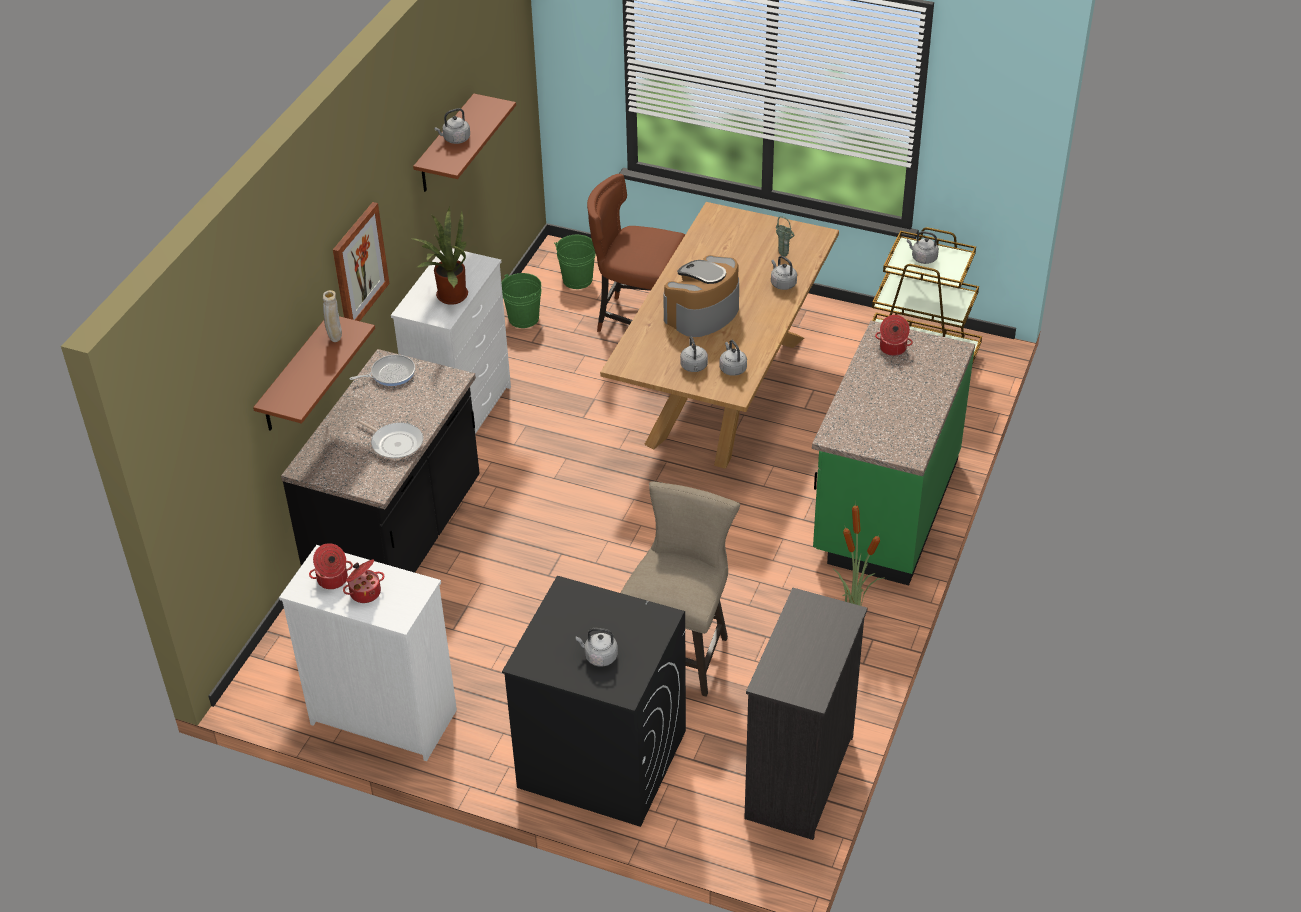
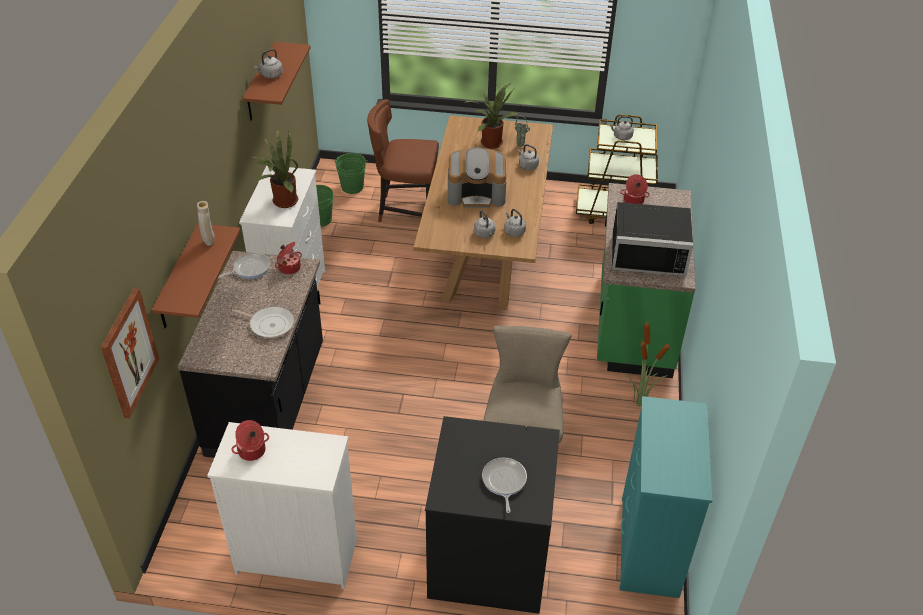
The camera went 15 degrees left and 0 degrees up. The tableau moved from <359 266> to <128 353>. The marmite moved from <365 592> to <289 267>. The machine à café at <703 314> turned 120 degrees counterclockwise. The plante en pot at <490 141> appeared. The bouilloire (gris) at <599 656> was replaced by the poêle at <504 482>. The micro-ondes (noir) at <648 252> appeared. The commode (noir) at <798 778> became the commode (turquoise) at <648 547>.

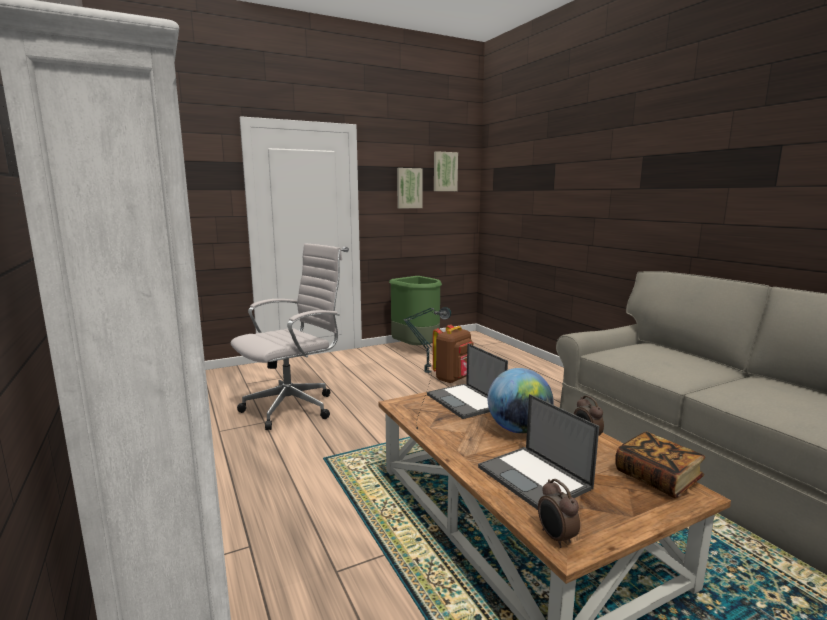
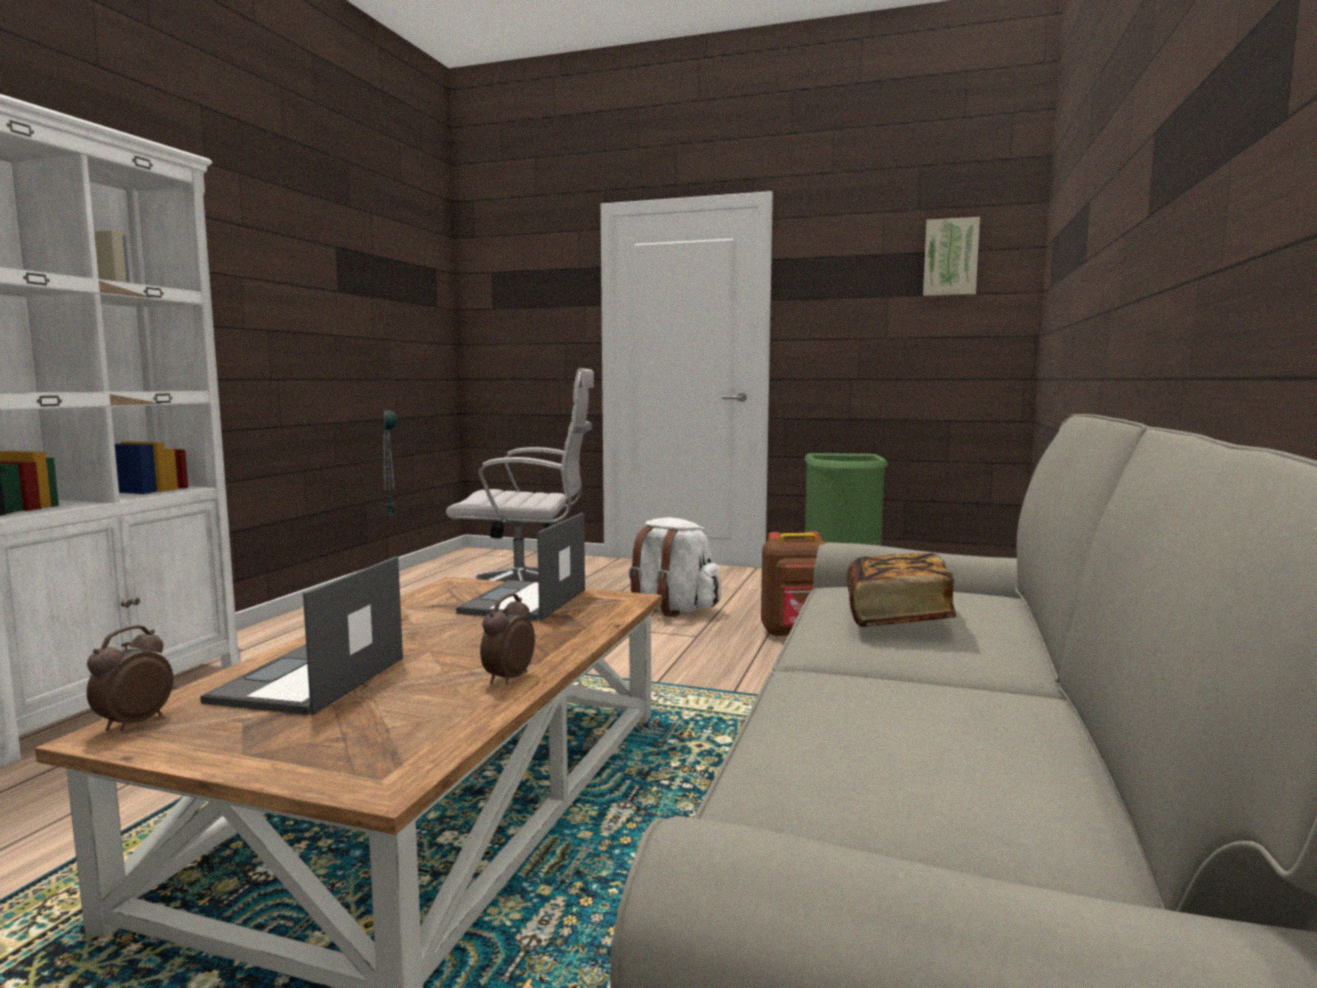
The camera went 45 degrees right and 5 degrees down. The sac à dos (blanc) at <672 610> appeared. The livre moved from <657 478> to <897 617>. The tableau at <409 188> disappeared. The globe at <518 429> disappeared.

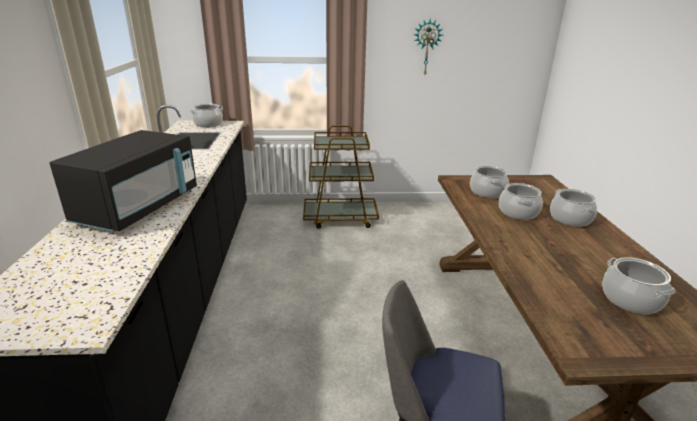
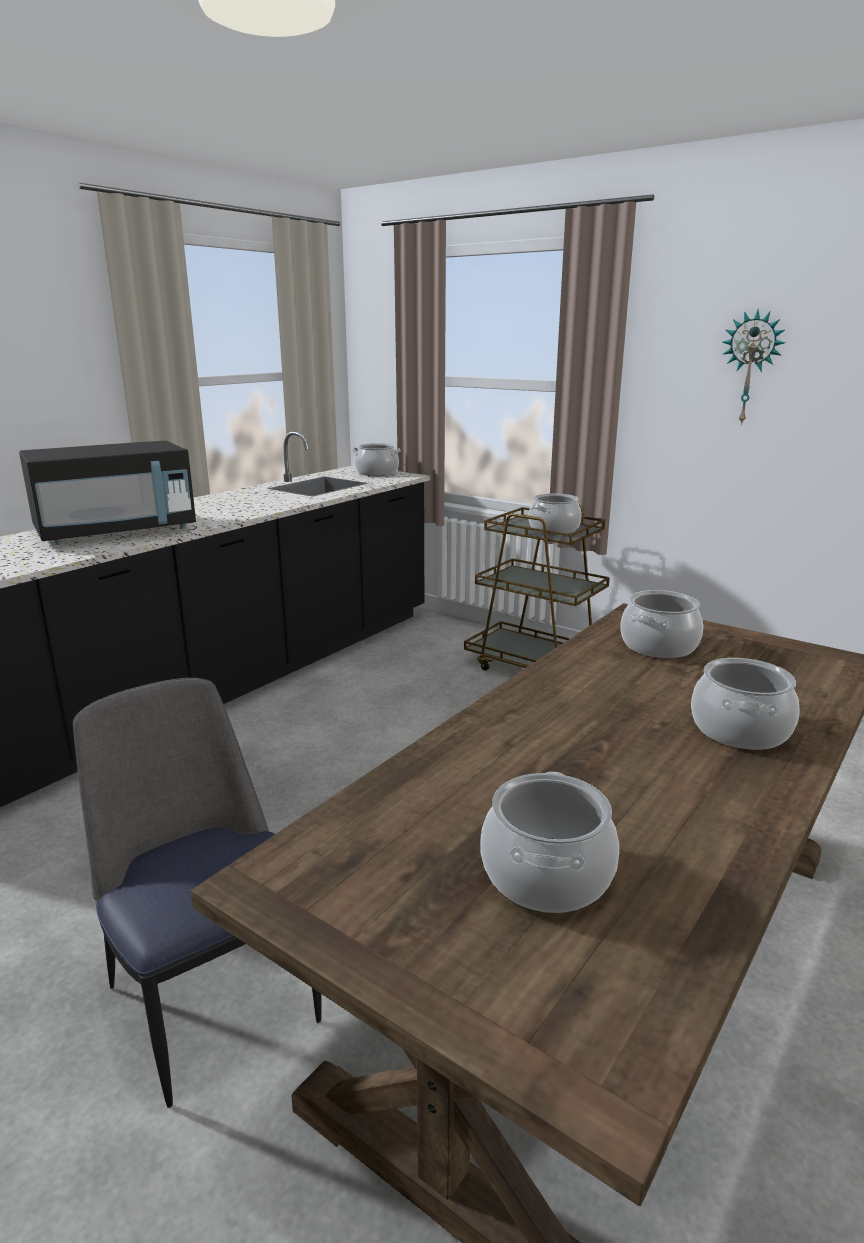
The camera went 40 degrees right and 5 degrees down. The marmite moved from <518 212> to <554 529>.

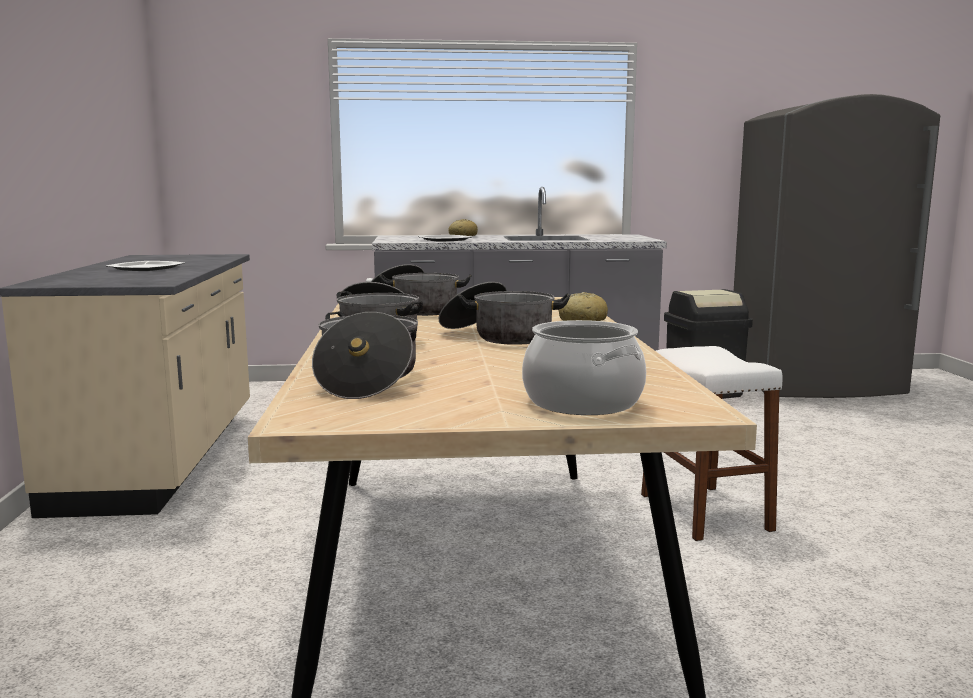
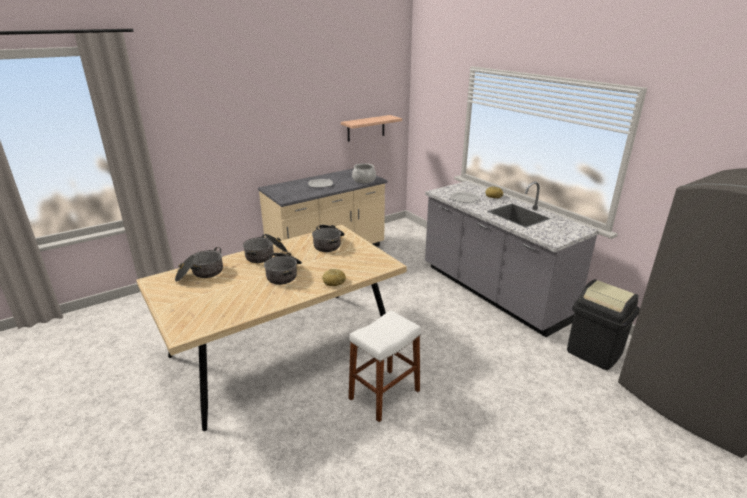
The camera went 60 degrees right and 15 degrees up. The étagère at <366 128> appeared. The marmite moved from <583 402> to <364 180>.

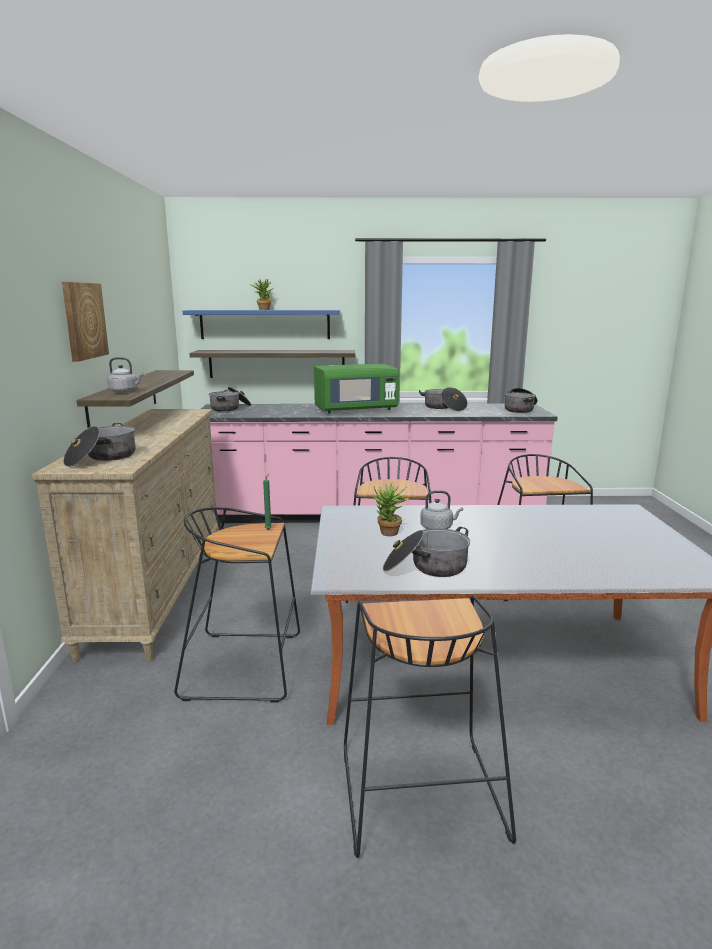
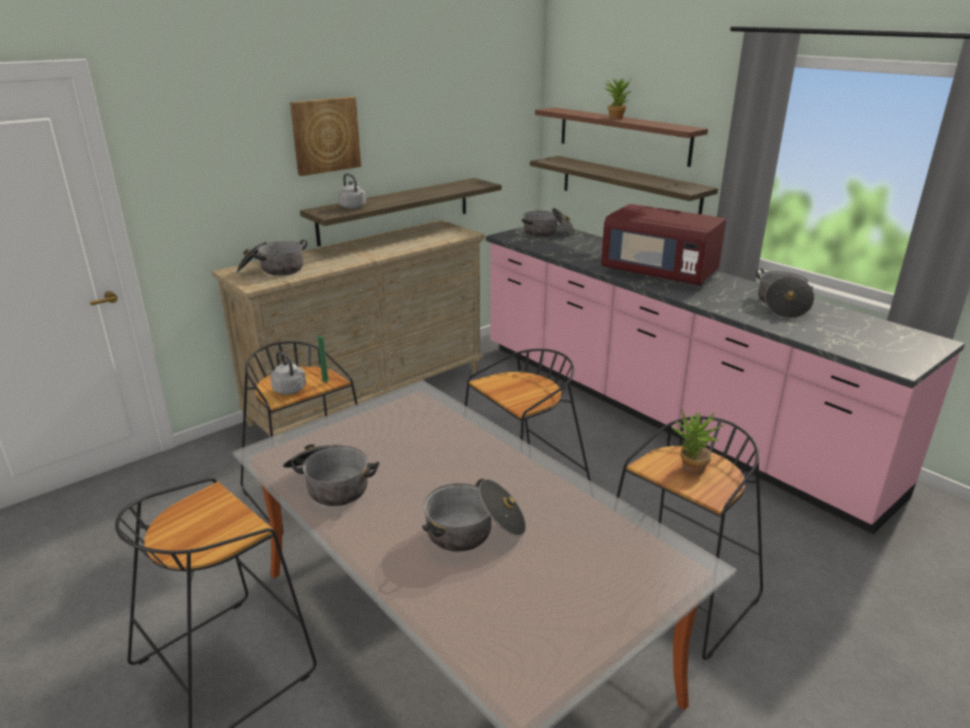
The camera went 50 degrees right and 10 degrees up. The bouilloire (gris) moved from <438 528> to <290 390>. The marmite moved from <520 409> to <474 531>. The étagère (bleu) at <265 324> became the étagère (marron) at <623 135>. The micro-ondes (vert) at <355 410> became the micro-ondes (rouge) at <659 274>. The plante en pot moved from <389 534> to <690 470>.

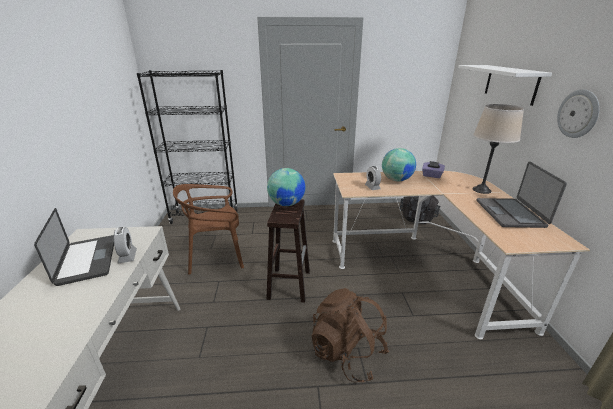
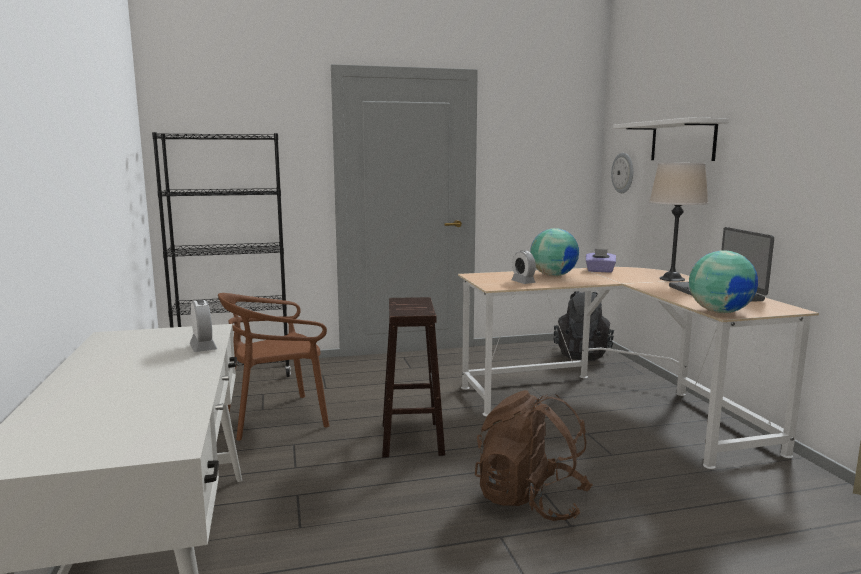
The camera went 10 degrees left and 15 degrees down. The horloge murale moved from <578 114> to <623 173>. The globe moved from <287 204> to <719 312>. The ordinateur portable at <87 260> disappeared.

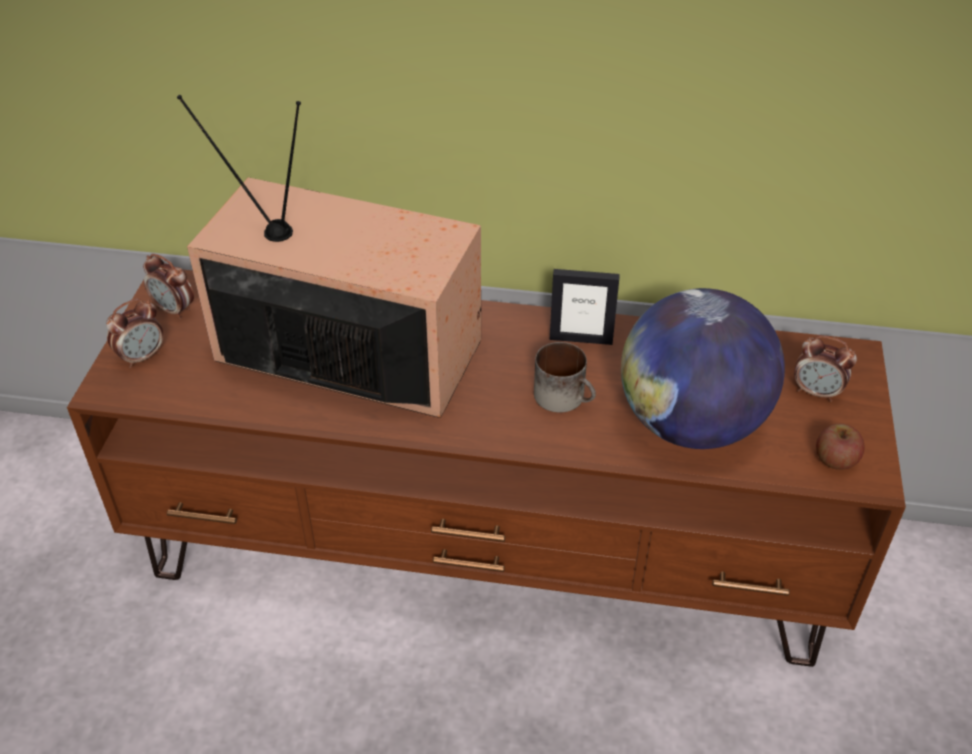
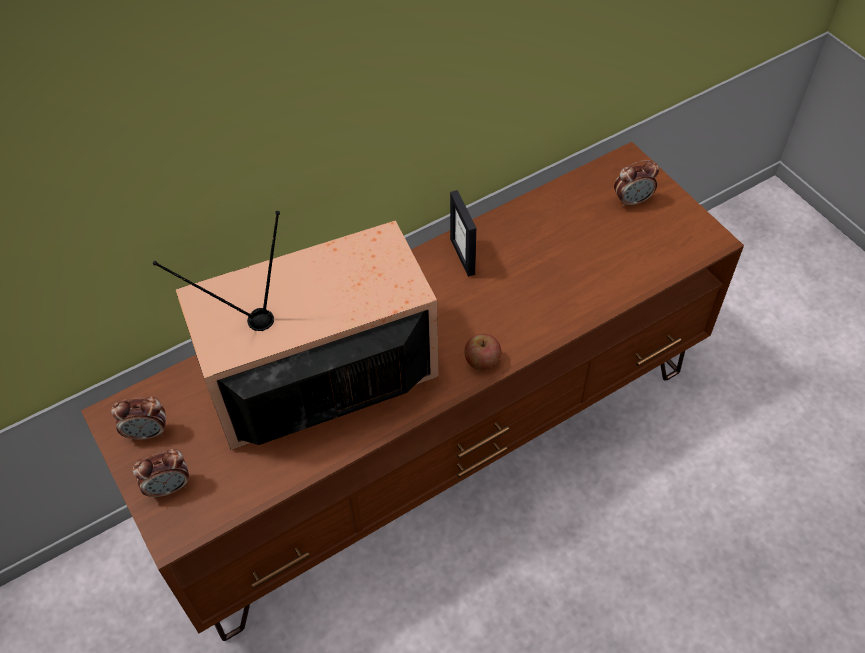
The camera went 40 degrees left and 10 degrees up. The réveil at <142 357> turned 60 degrees clockwise. The cadre photo at <581 339> turned 105 degrees clockwise. The pomme moved from <835 460> to <482 360>. The mug at <566 397> disappeared. The globe at <691 424> disappeared.

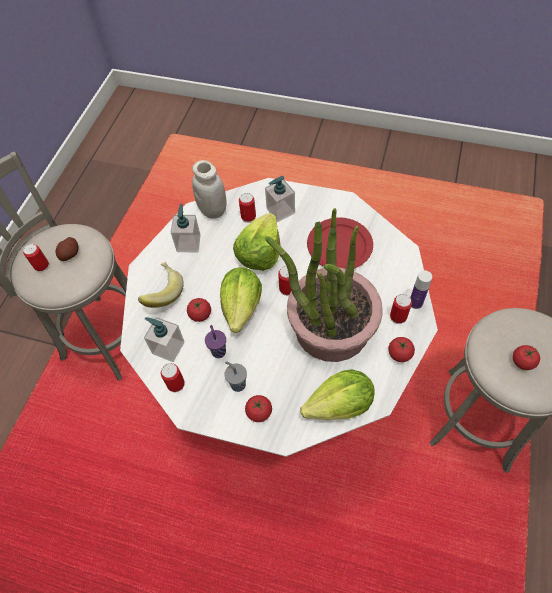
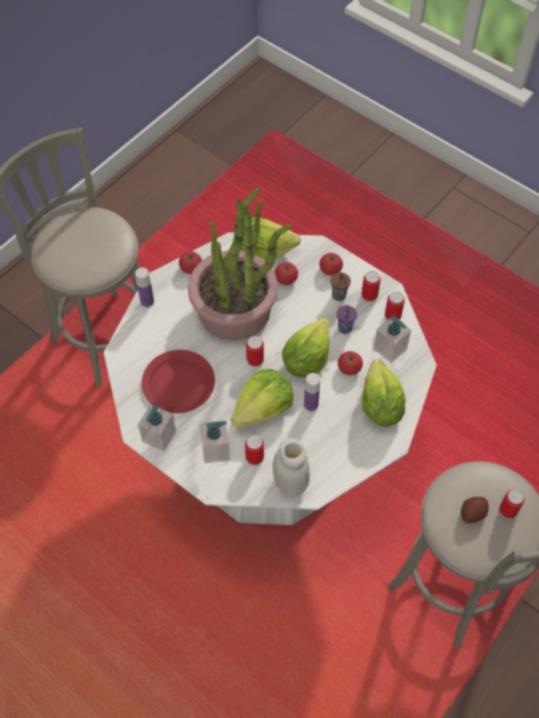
The camera went 160 degrees left and 0 degrees up. The distributeur de savon moved from <188 243> to <159 437>. The tomate moved from <522 362> to <286 279>. The bouteille at <311 405> appeared. The tasse (gris) at <237 384> became the tasse (marron) at <339 296>. The boîte métallique moved from <398 317> to <369 295>. The banane at <162 292> was replaced by the laitue at <380 406>.

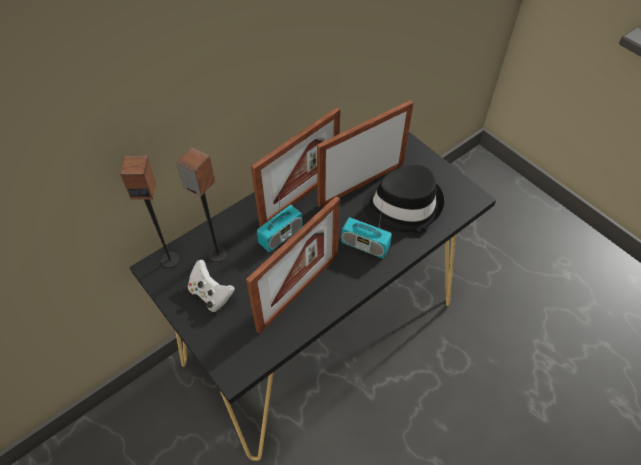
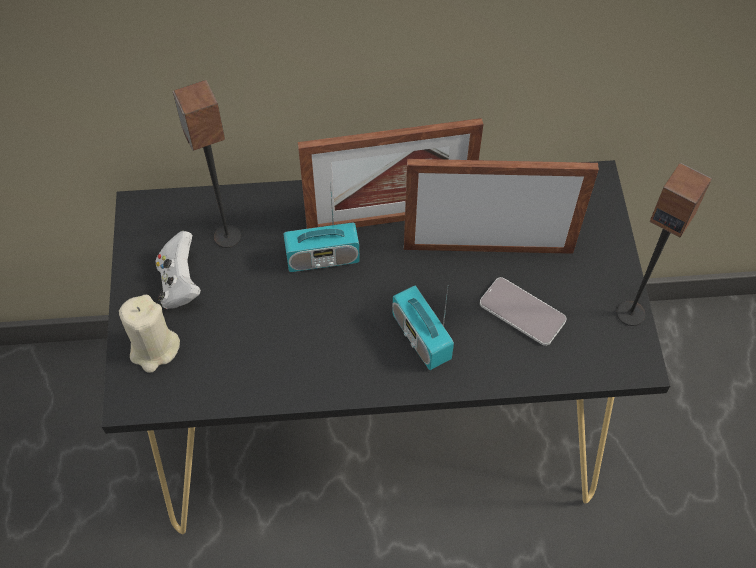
The camera went 35 degrees right and 5 degrees up. The bougie (beige) at <154 349> appeared. The chapeau (noir) at <403 205> was replaced by the téléphone at <522 312>. The enceinte moved from <170 259> to <631 313>. The cadre photo at <298 292> disappeared.

